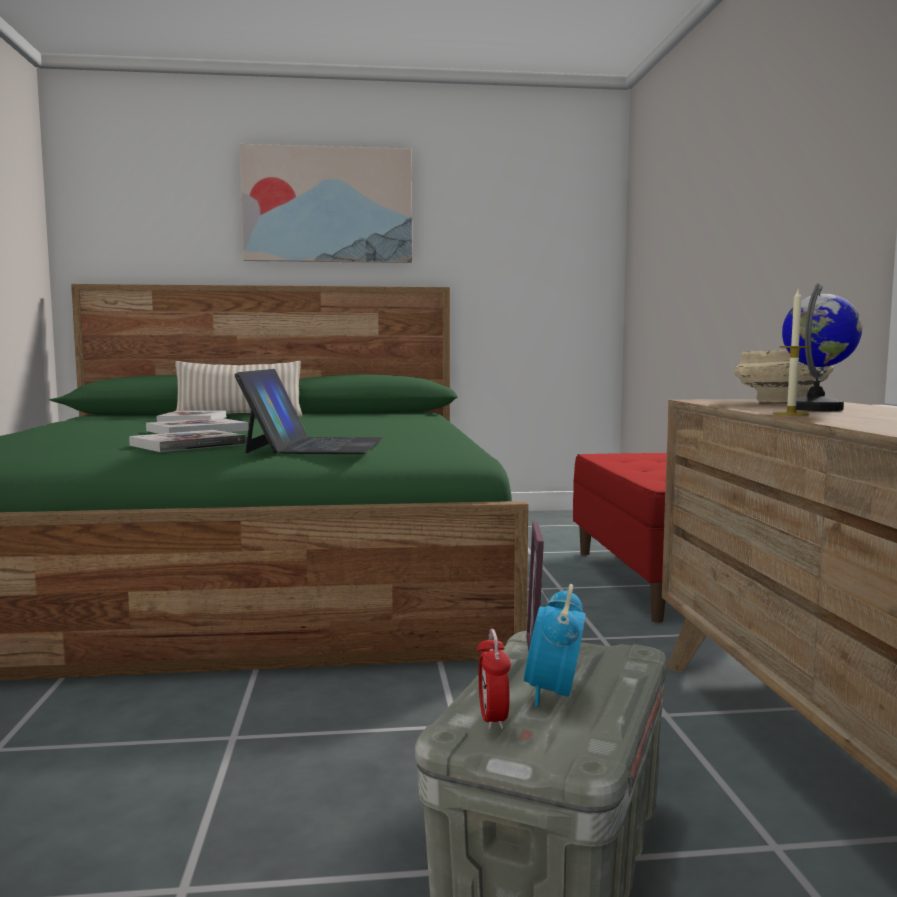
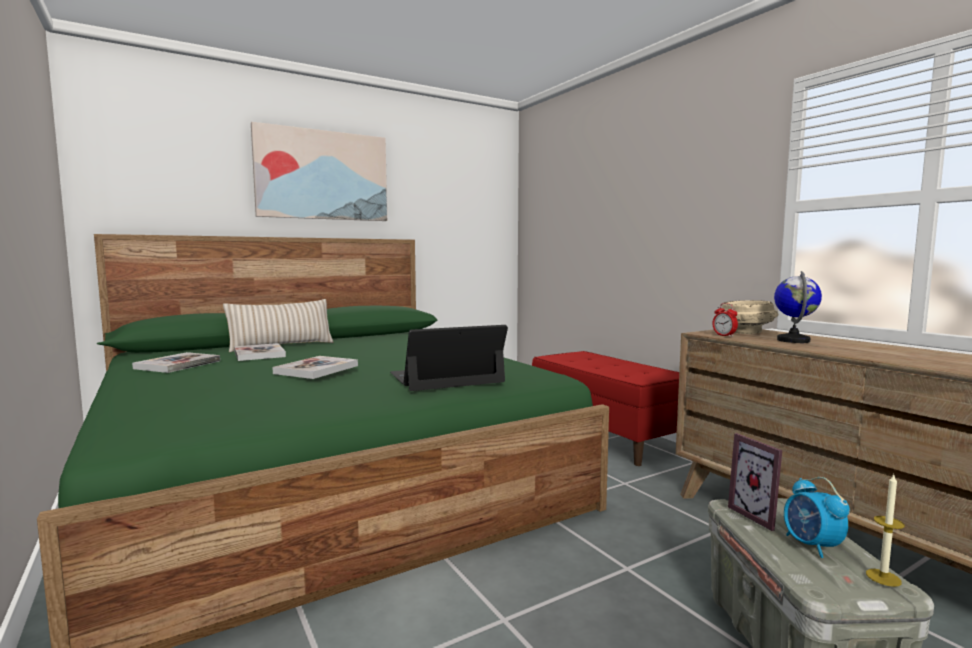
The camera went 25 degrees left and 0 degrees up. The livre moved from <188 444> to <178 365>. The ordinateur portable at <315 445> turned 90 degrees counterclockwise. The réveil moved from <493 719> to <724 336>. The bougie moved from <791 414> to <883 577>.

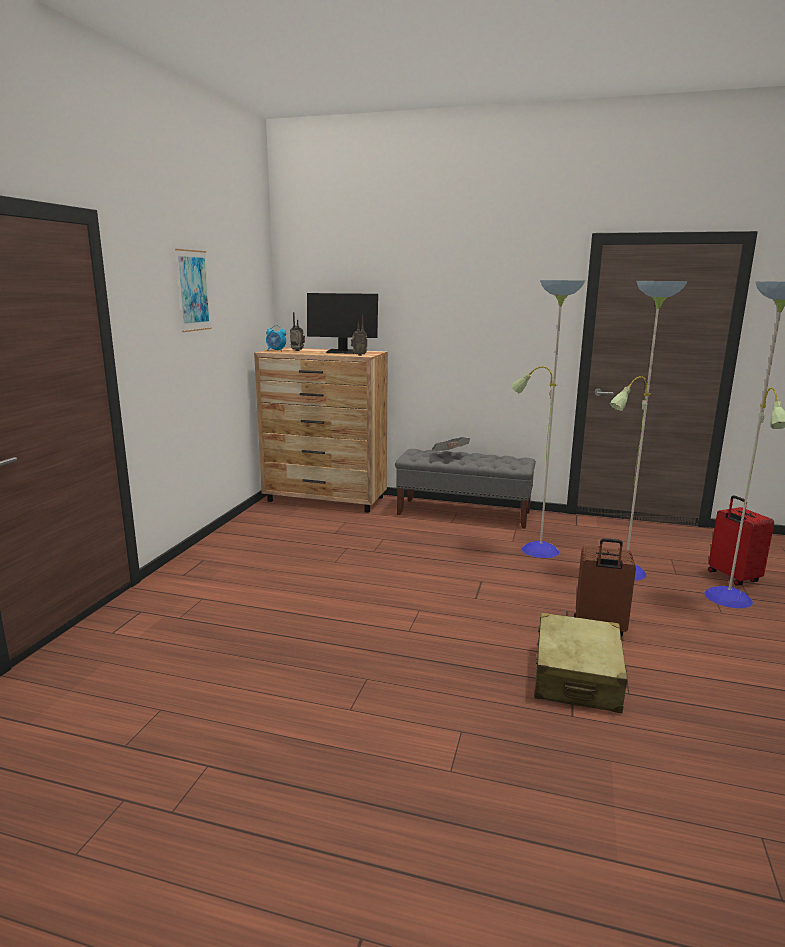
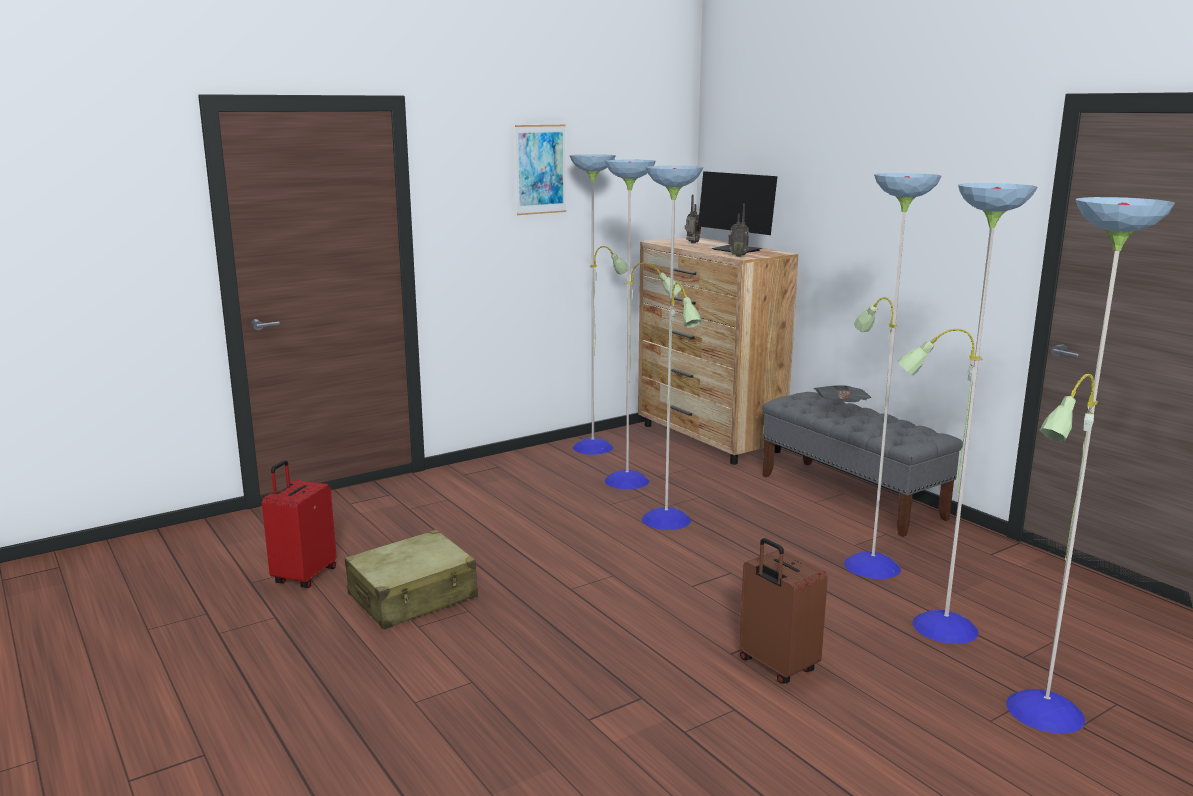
The camera went 40 degrees right and 0 degrees up. The valise (rouge) moved from <732 577> to <303 576>. The valise (beige) moved from <576 677> to <413 596>. The lampadaire at <630 480> appeared. The réveil at <276 351> disappeared.

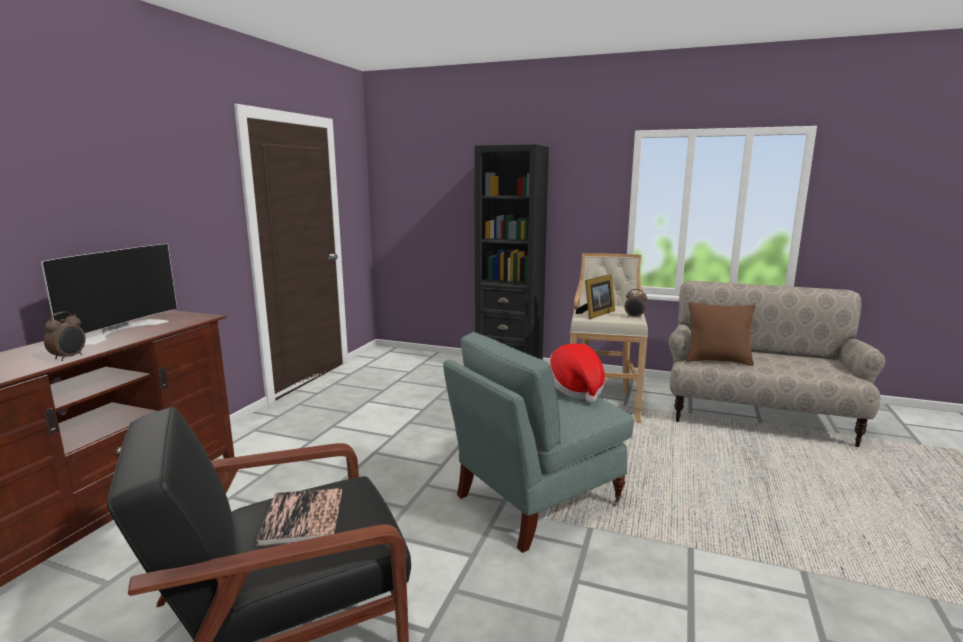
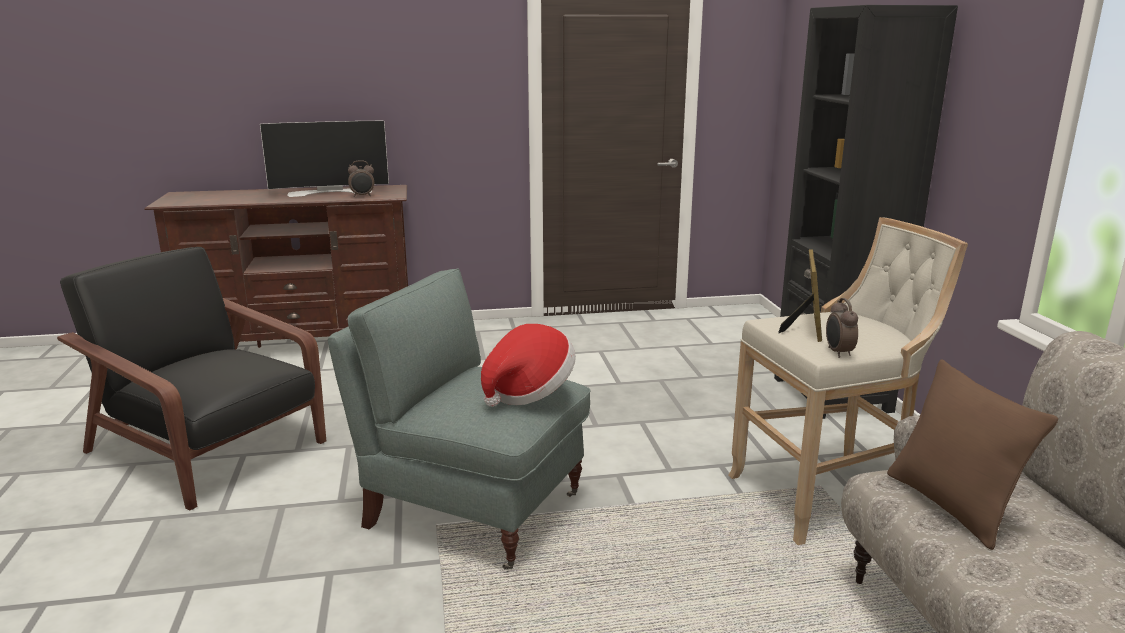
The camera went 60 degrees right and 5 degrees up. The réveil moved from <69 357> to <362 196>. The cadre photo at <596 314> turned 90 degrees counterclockwise. The livre at <302 517> disappeared.

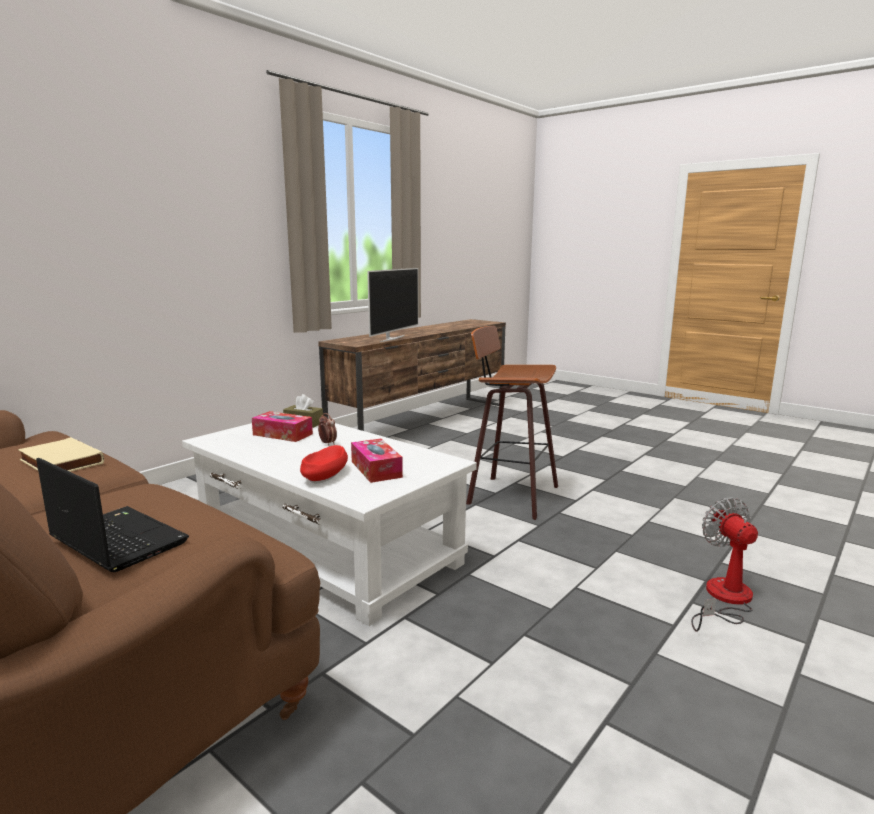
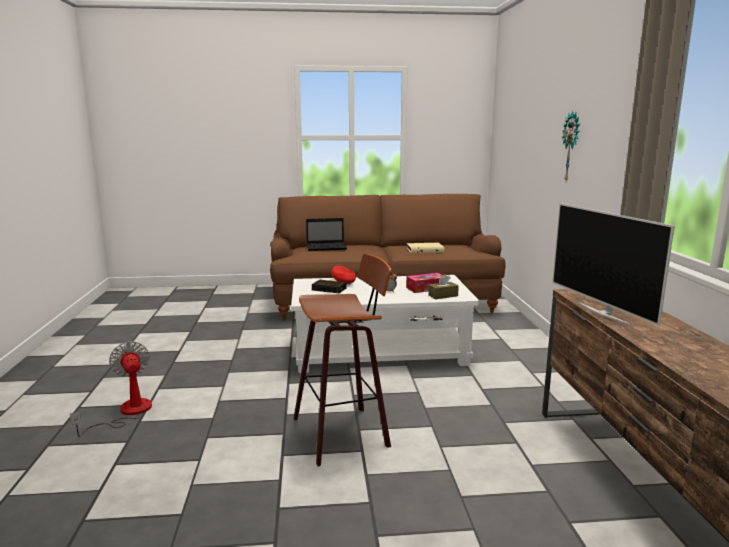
The camera went 135 degrees right and 0 degrees up. The ventilateur at <724 599> turned 150 degrees counterclockwise. The boîte à mouchoirs at <376 469> was replaced by the réveil at <329 289>. The horloge murale at <572 147> appeared.

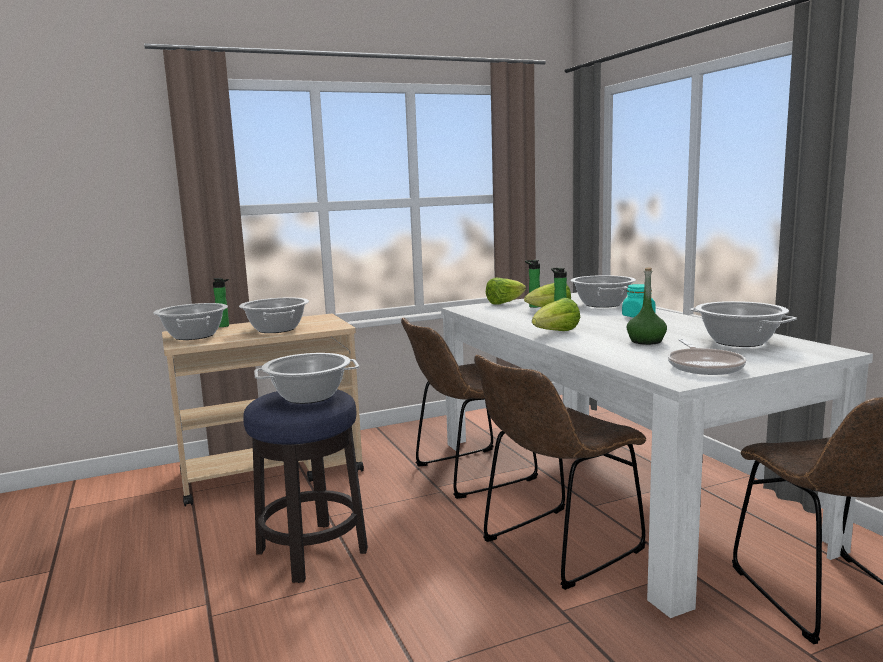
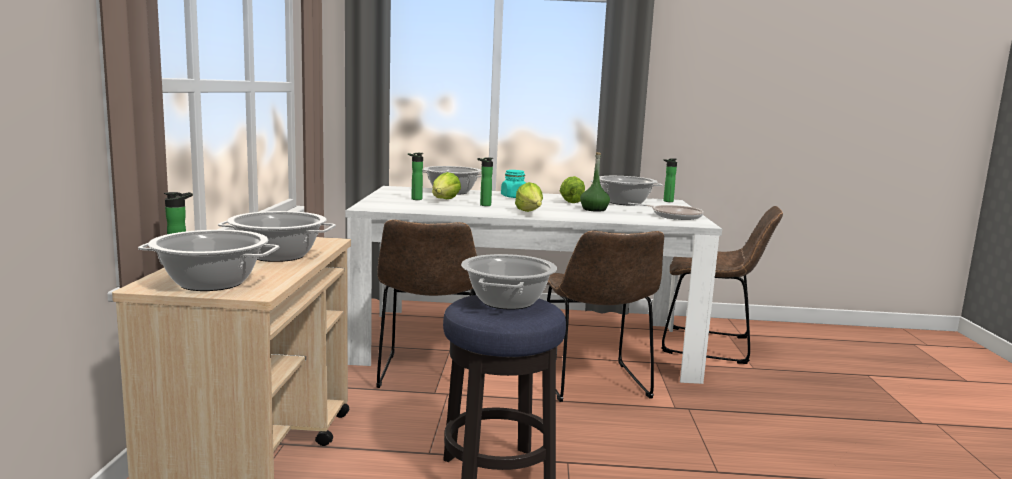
The camera went 65 degrees left and 0 degrees up. The laitue moved from <504 303> to <570 201>. The bouteille at <667 201> appeared.

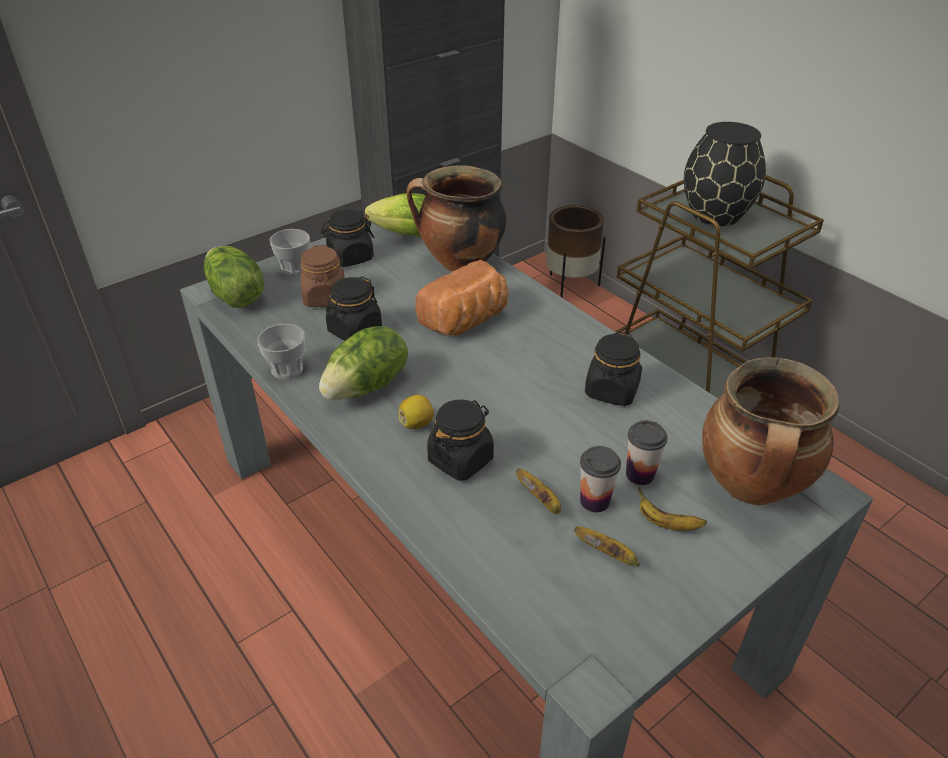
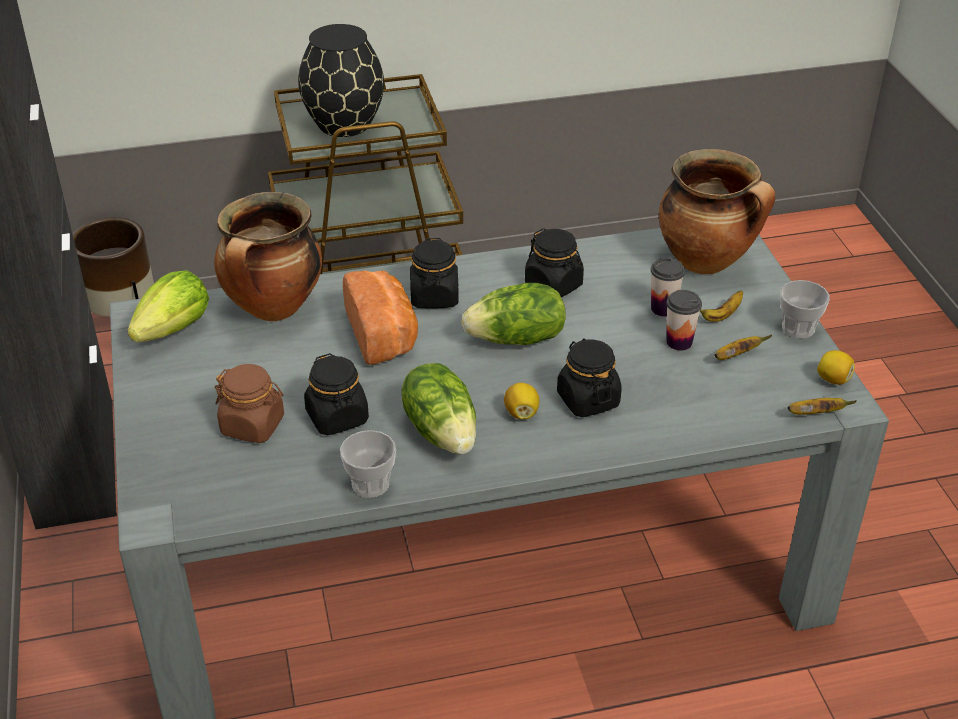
The camera went 65 degrees left and 0 degrees up. The bocal (noir) moved from <350 257> to <434 297>. The laitue moved from <235 296> to <517 339>. The tasse moved from <294 268> to <798 328>. The banane moved from <540 500> to <816 413>. The citron at <833 379> appeared.

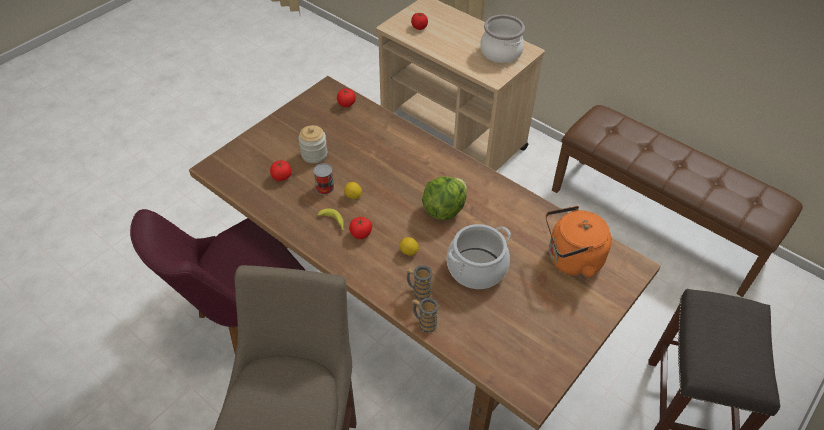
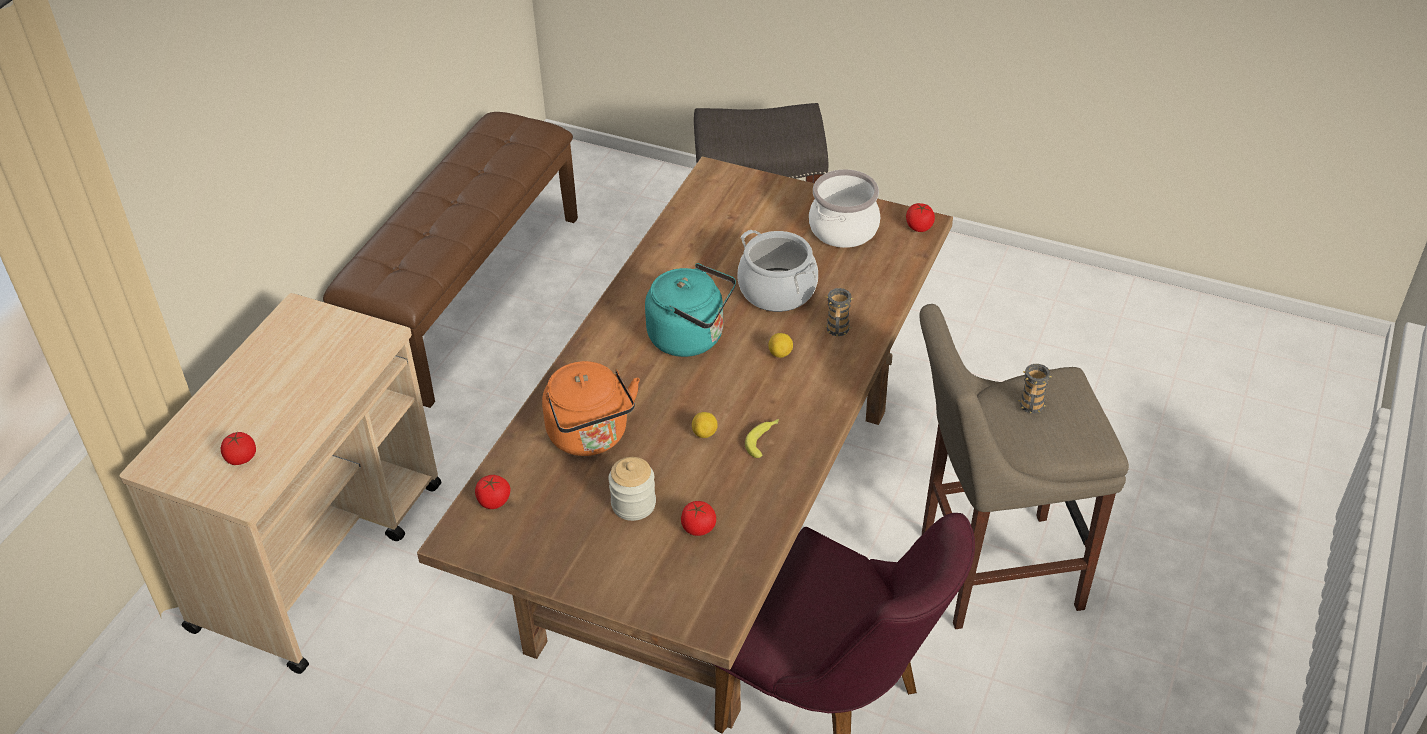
The camera went 105 degrees left and 5 degrees down. The bouilloire (orange) moved from <571 260> to <591 437>. The laitue at <443 209> was replaced by the bouilloire (turquoise) at <691 337>. The marmite moved from <500 52> to <844 229>. The tomate moved from <361 234> to <919 227>. The mug moved from <424 323> to <1031 408>. The boîte métallique at <325 187> disappeared.

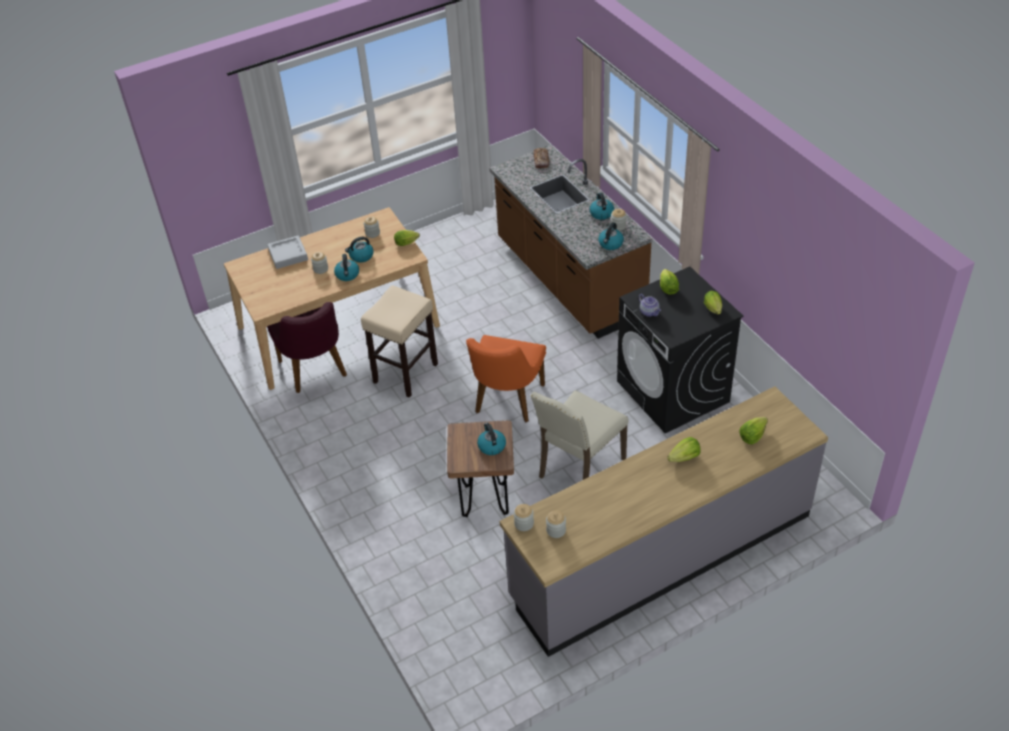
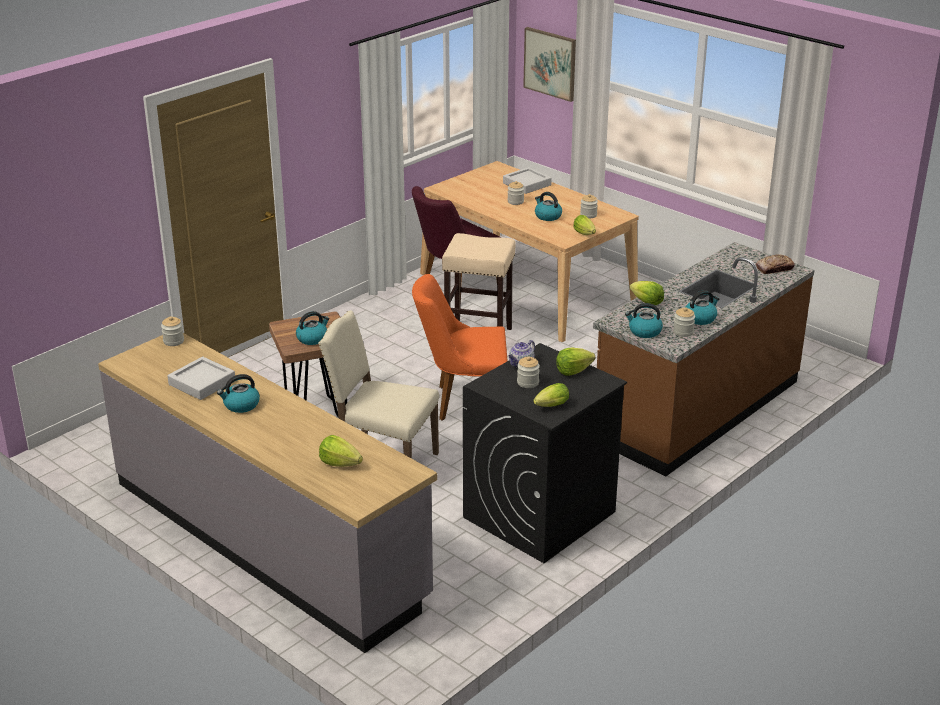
The camera went 70 degrees right and 15 degrees down. The plateau (gris) at <202 382> appeared. The bouilloire moved from <347 275> to <241 405>. The bocal moved from <556 530> to <528 382>. The tableau at <550 63> appeared. The laitue moved from <684 458> to <646 302>.

